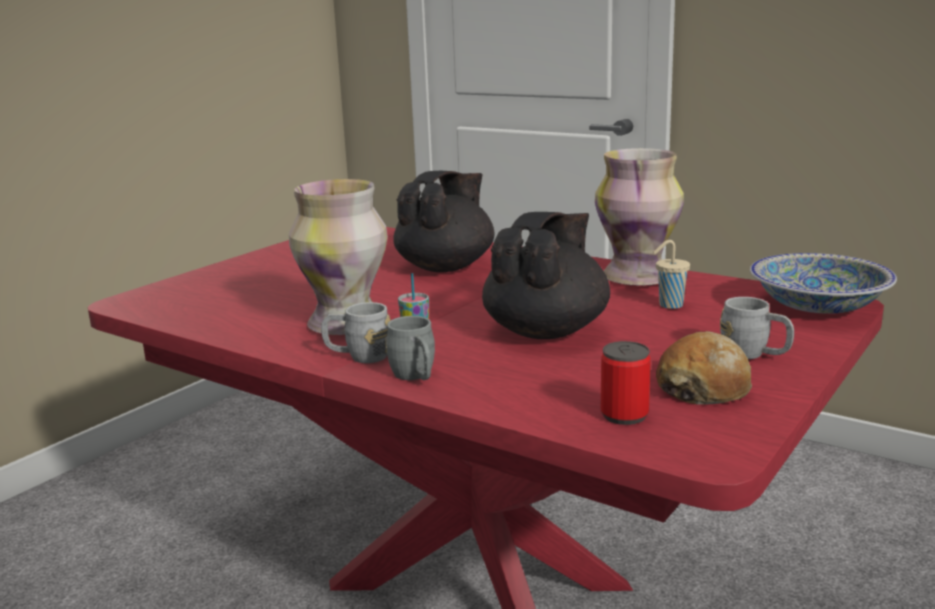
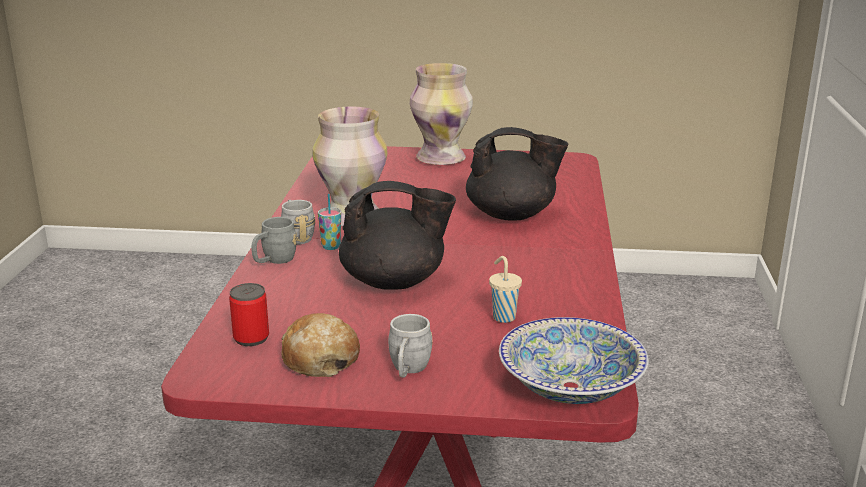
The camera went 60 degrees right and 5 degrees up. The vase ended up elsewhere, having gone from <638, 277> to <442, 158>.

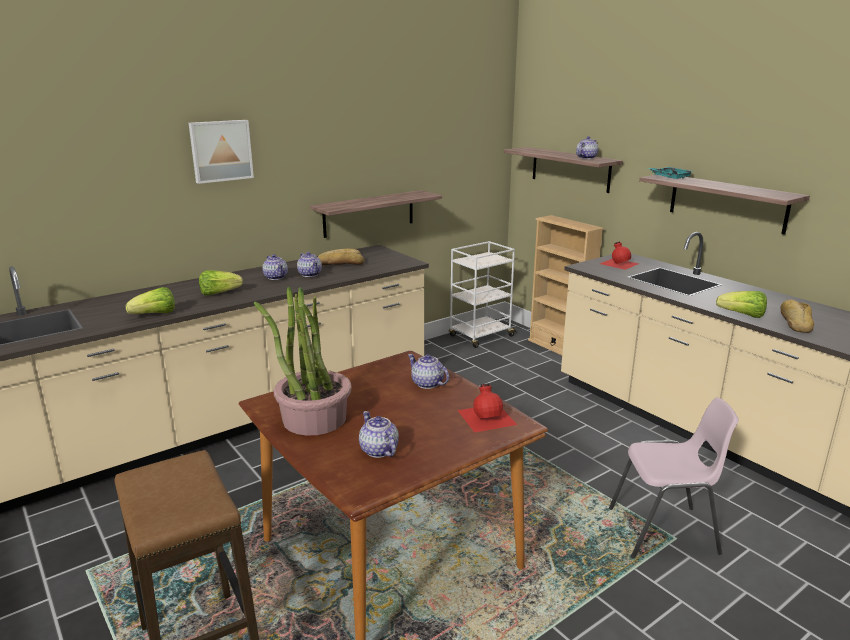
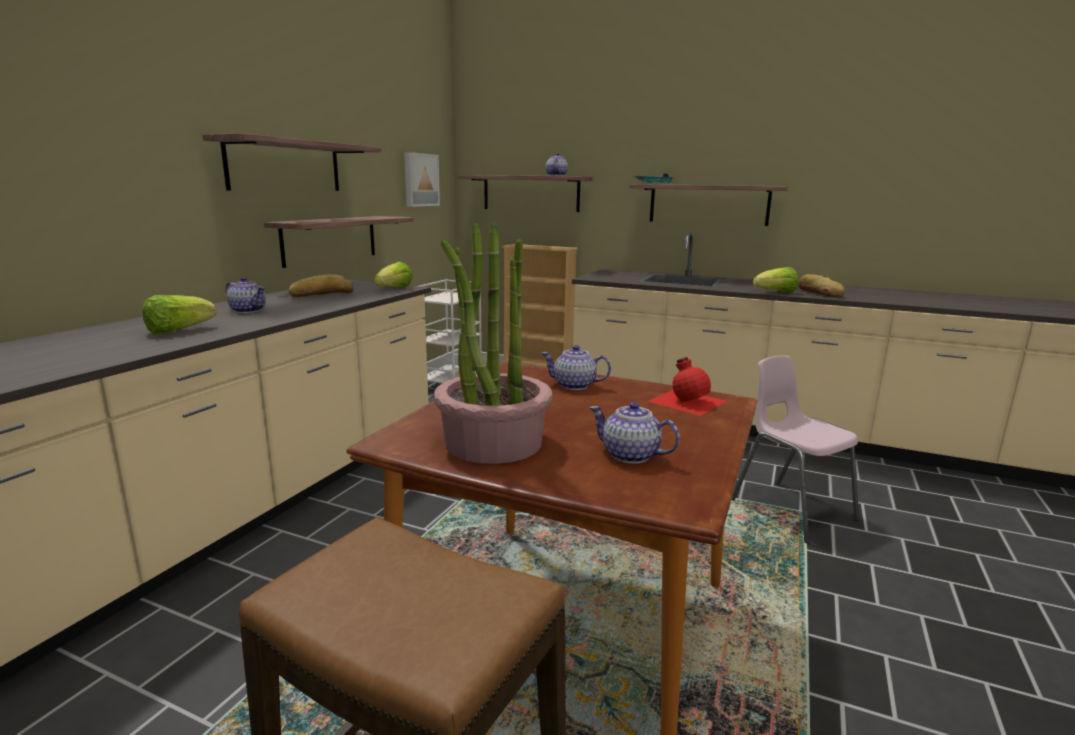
The camera went 30 degrees left and 5 degrees down. The second view gained the shelf at <285, 166>. The lettuce ended up elsewhere, having gone from <155, 315> to <394, 289>. The picture ended up elsewhere, having gone from <220, 150> to <420, 180>. The pink chair at <664, 531> ended up facing another way, 90 degrees counterclockwise from before. The second view lost the teapot at <310, 274>. The second view lost the red bottle at <619, 263>.

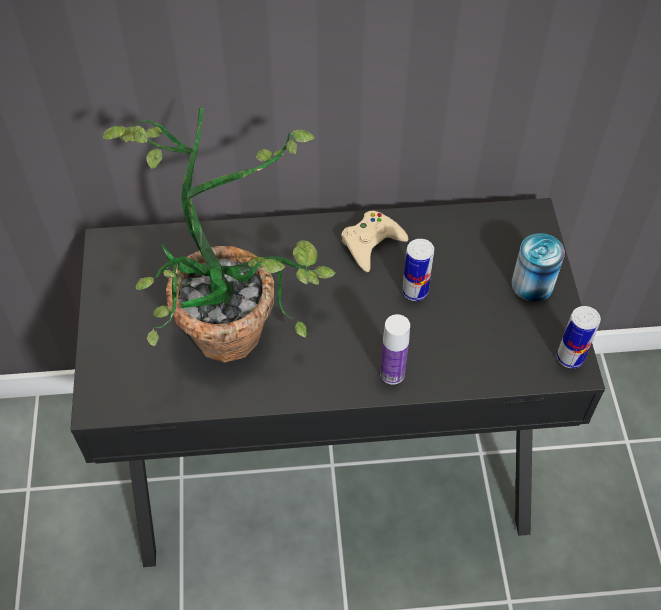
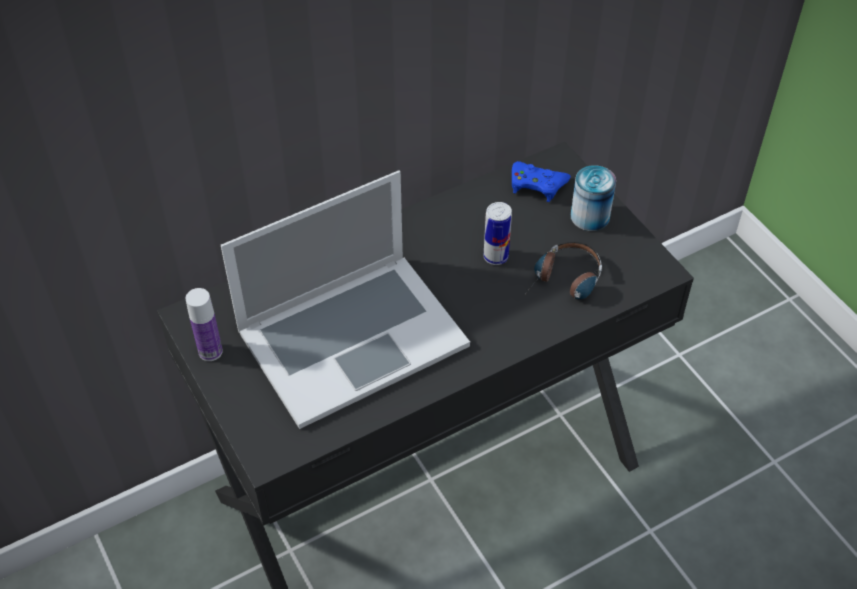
The camera went 25 degrees left and 5 degrees down. The bottle ended up elsewhere, having gone from <392, 373> to <210, 351>. Where the potted plant stood at <236, 319>, the laptop came to stand at <352, 336>. The second view gained the blue game controller at <537, 184>. The second view gained the headphones at <564, 283>. The second view lost the beige game controller at <371, 243>. The second view lost the can at <570, 357>.

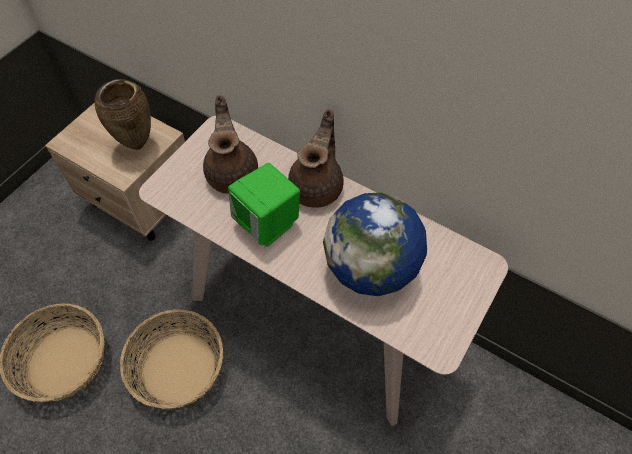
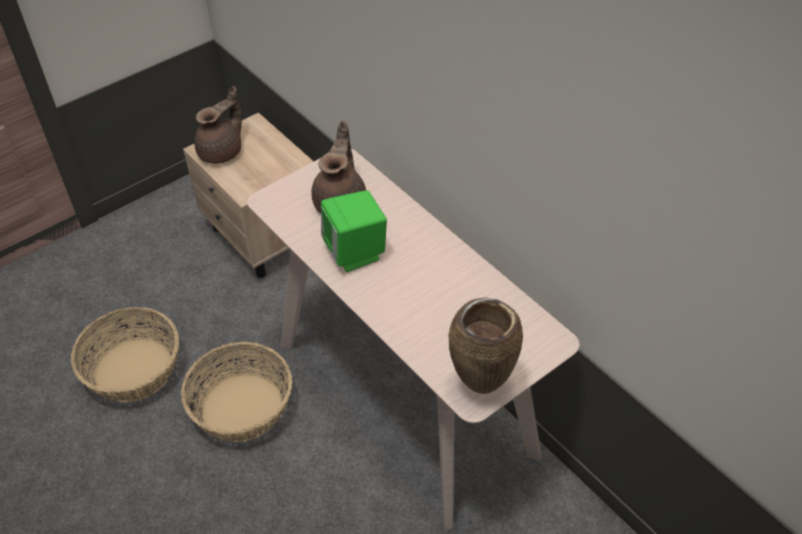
The camera went 20 degrees right and 10 degrees down. The brown teapot ended up elsewhere, having gone from <317, 187> to <222, 152>. The brown vase ended up elsewhere, having gone from <137, 144> to <482, 384>. The second view lost the globe at <370, 268>.

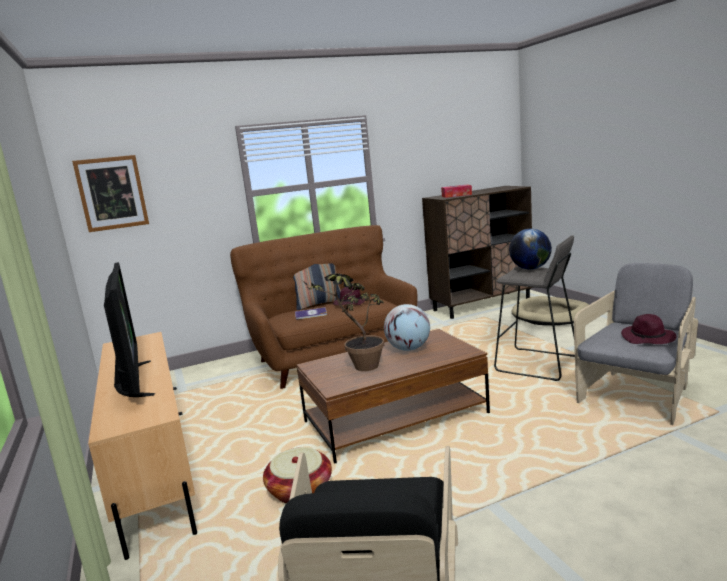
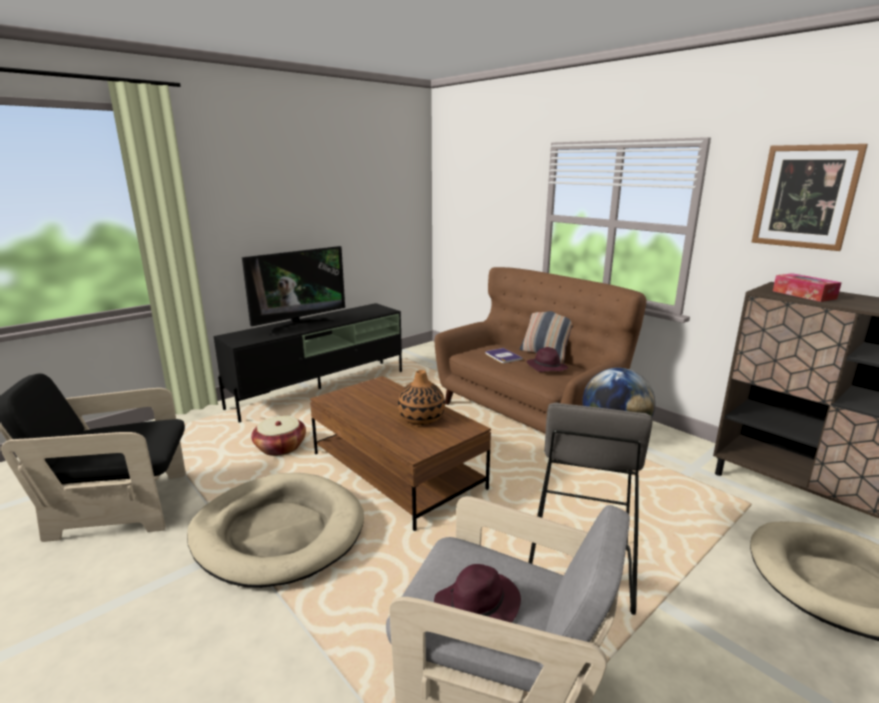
The camera went 70 degrees right and 5 degrees up. The second view gained the beige dog bed at <278, 532>. What was the beige tv stand at <155, 465> turned into the black tv stand at <321, 389>. Where the globe stood at <408, 349>, the vase came to stand at <421, 418>. The picture ended up elsewhere, having gone from <112, 193> to <805, 197>. The second view lost the potted plant at <357, 367>.

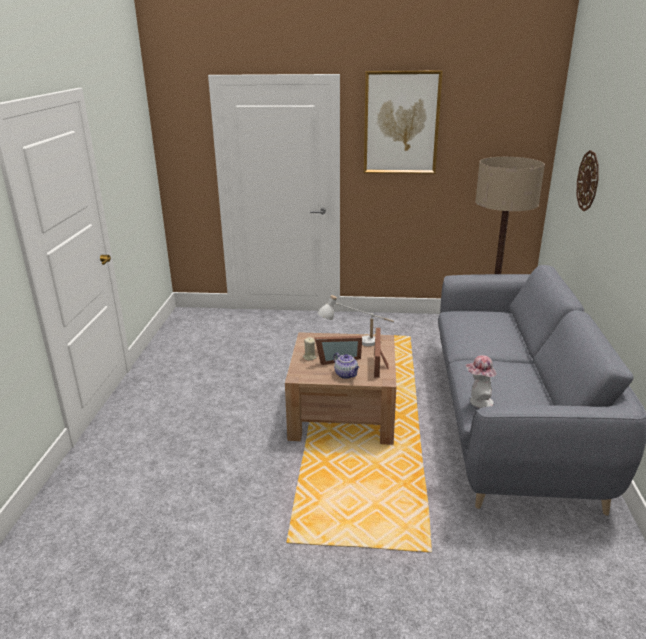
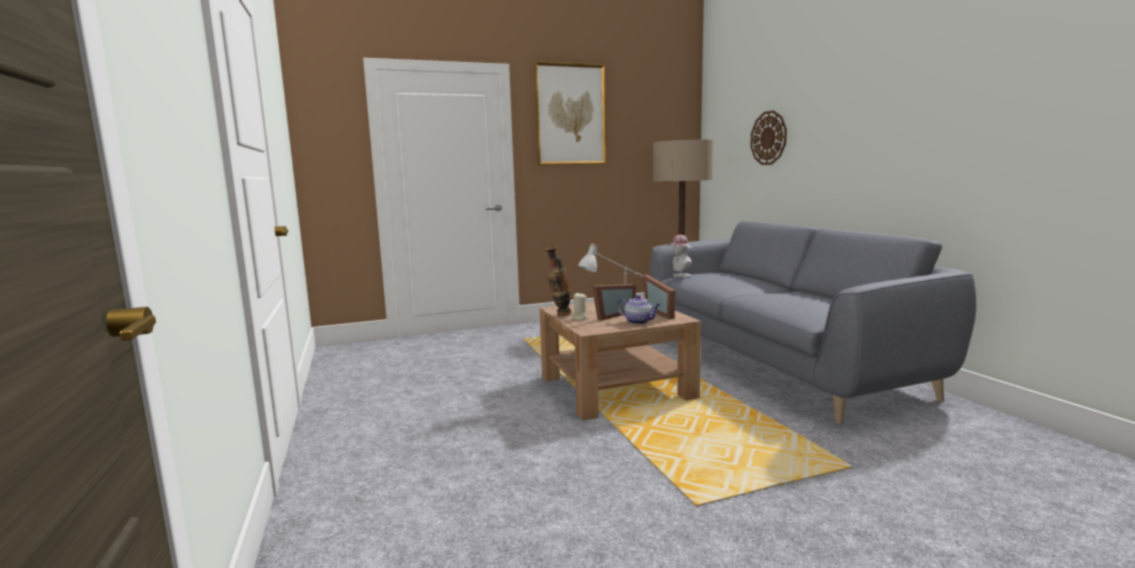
The camera went 25 degrees left and 15 degrees down. The second view gained the vase at <559, 315>. The hat ended up elsewhere, having gone from <478, 402> to <679, 275>.

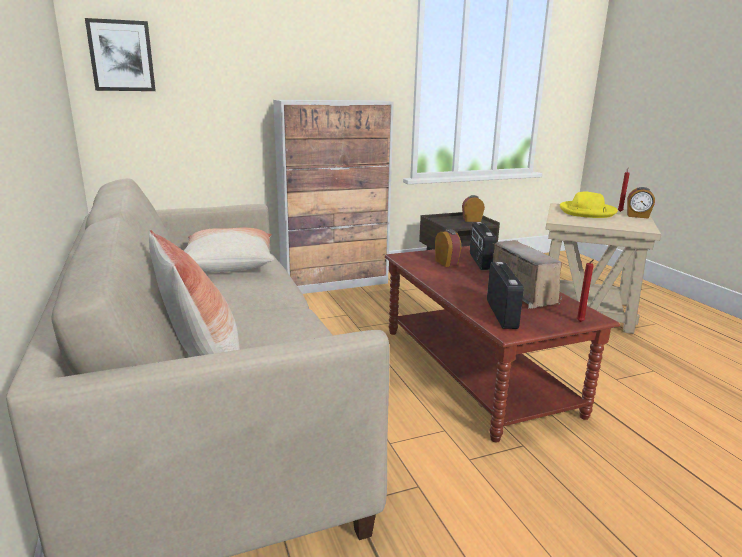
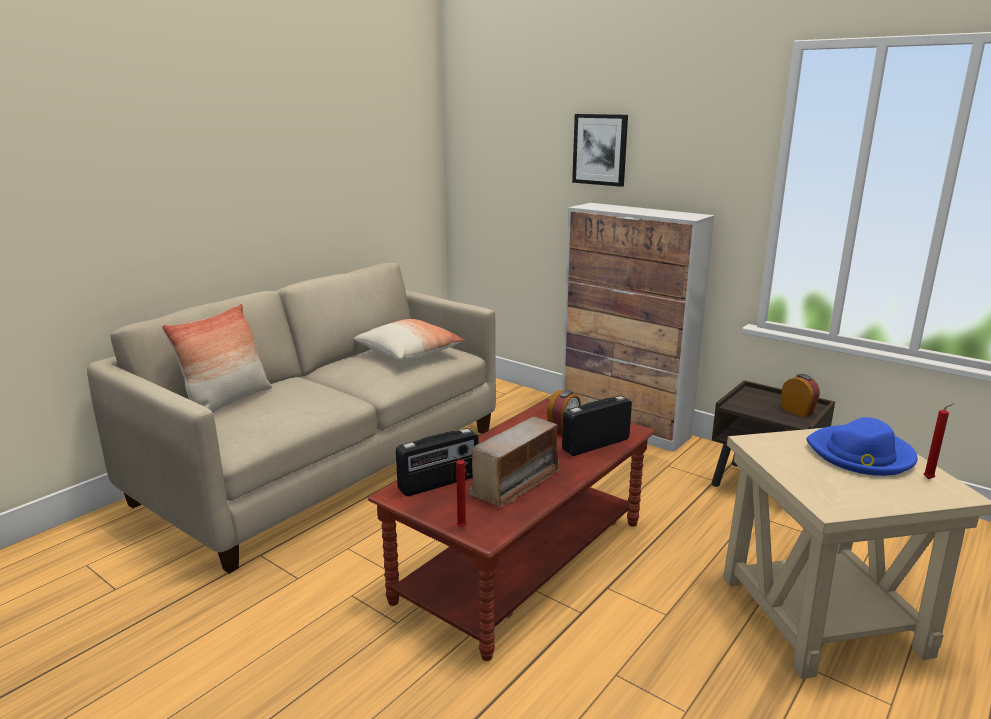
The camera went 60 degrees right and 0 degrees up. The picture ended up elsewhere, having gone from <121, 56> to <600, 149>. What was the yellow hat at <587, 212> turned into the blue hat at <861, 455>. The second view lost the alarm clock at <637, 216>.

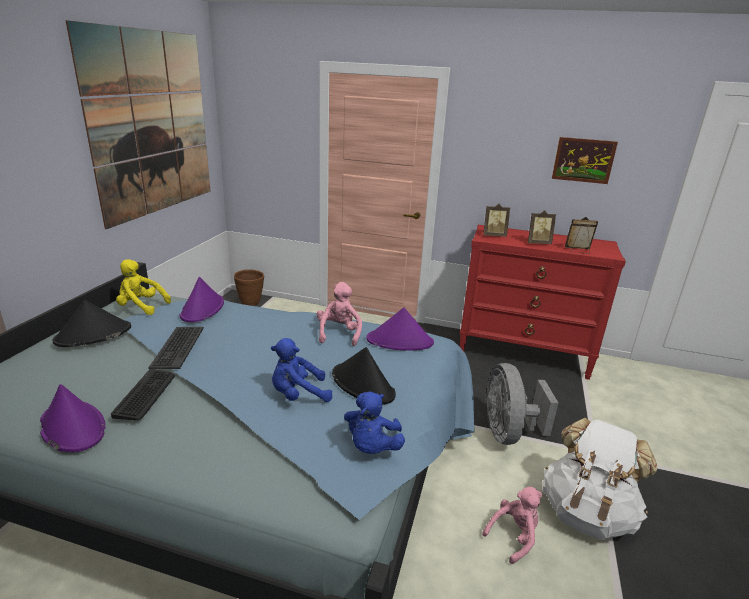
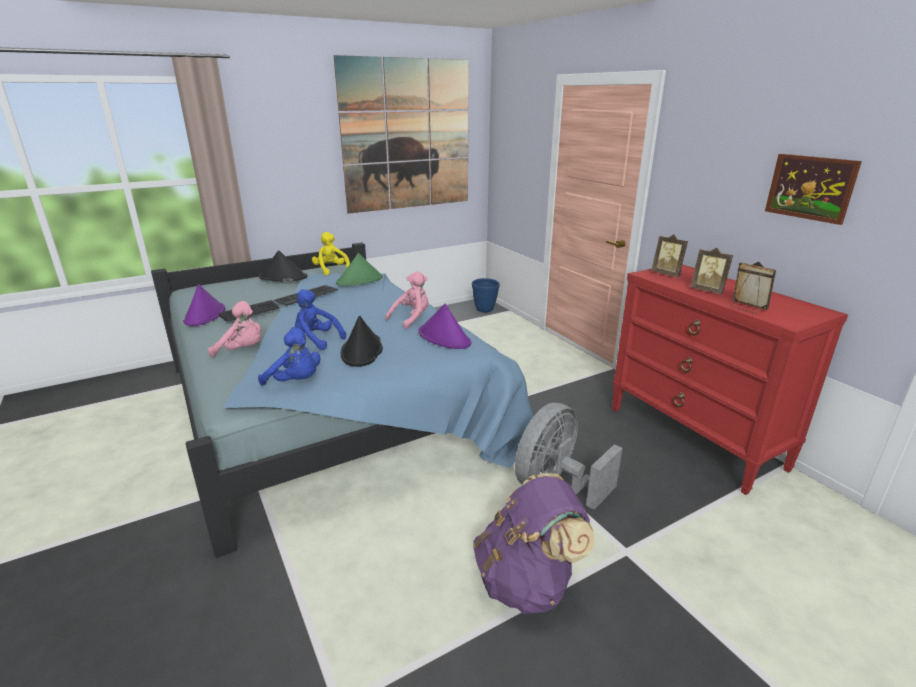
The camera went 45 degrees right and 0 degrees up. The pink plush toy ended up elsewhere, having gone from <513, 536> to <242, 350>. The blue plush toy at <372, 447> ended up facing another way, 120 degrees counterclockwise from before. What was the purple hat at <202, 309> turned into the green hat at <360, 280>. What was the brown planter at <250, 303> turned into the blue planter at <485, 310>. What was the white backpack at <587, 512> turned into the purple backpack at <527, 581>.

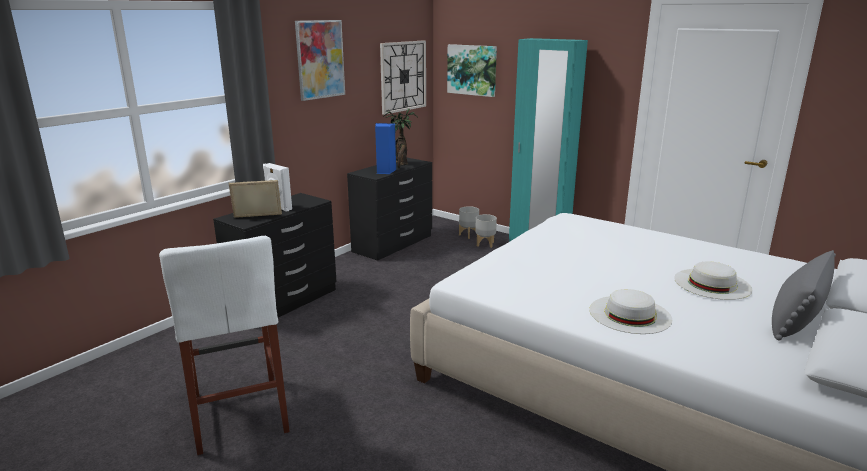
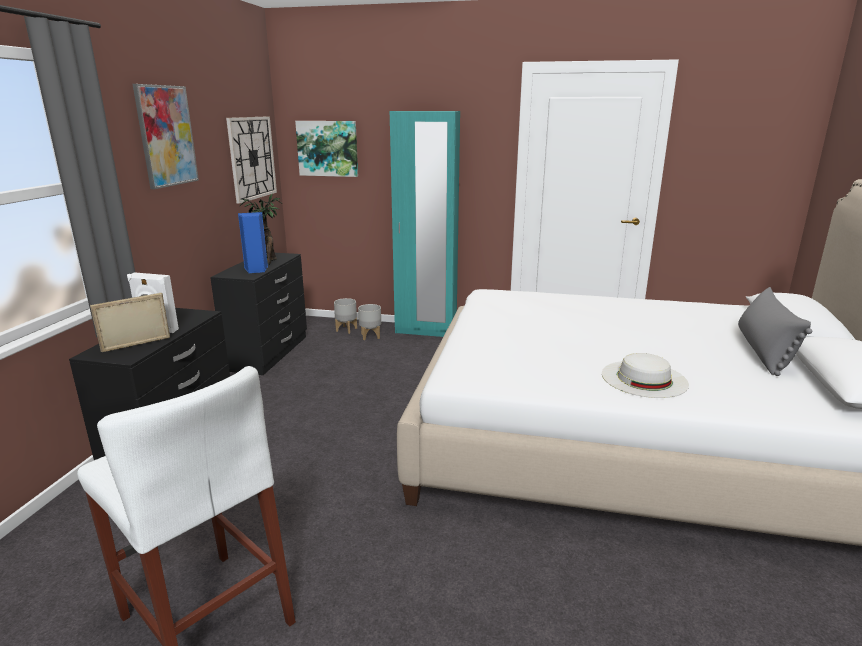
The camera went 25 degrees left and 0 degrees up. The second view lost the white hat at <712, 283>.

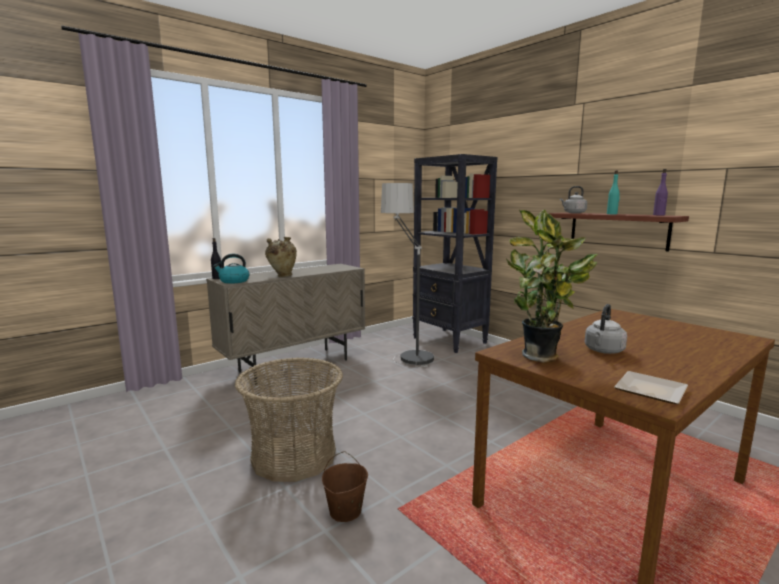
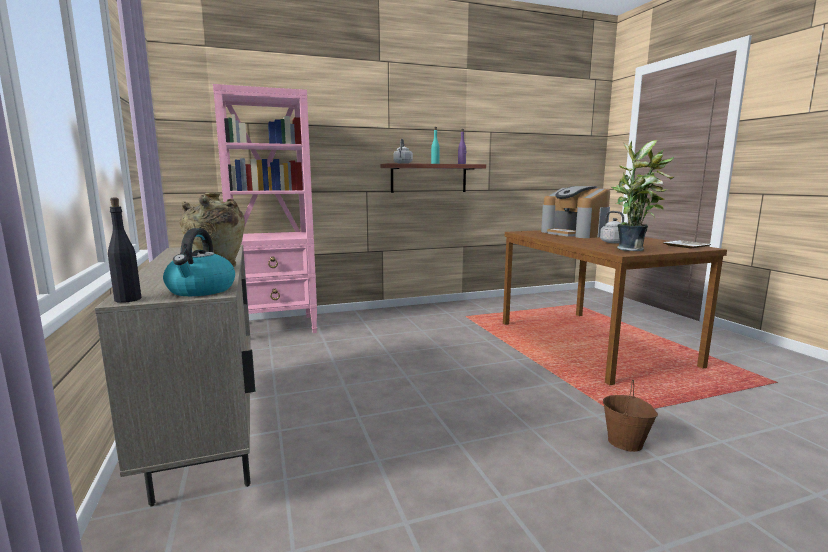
The camera went 70 degrees left and 0 degrees up. What was the black bookcase at <450, 340> turned into the pink bookcase at <277, 328>. The second view gained the coffee machine at <575, 233>. The second view lost the basket at <294, 456>. The second view lost the floor lamp at <405, 351>.

